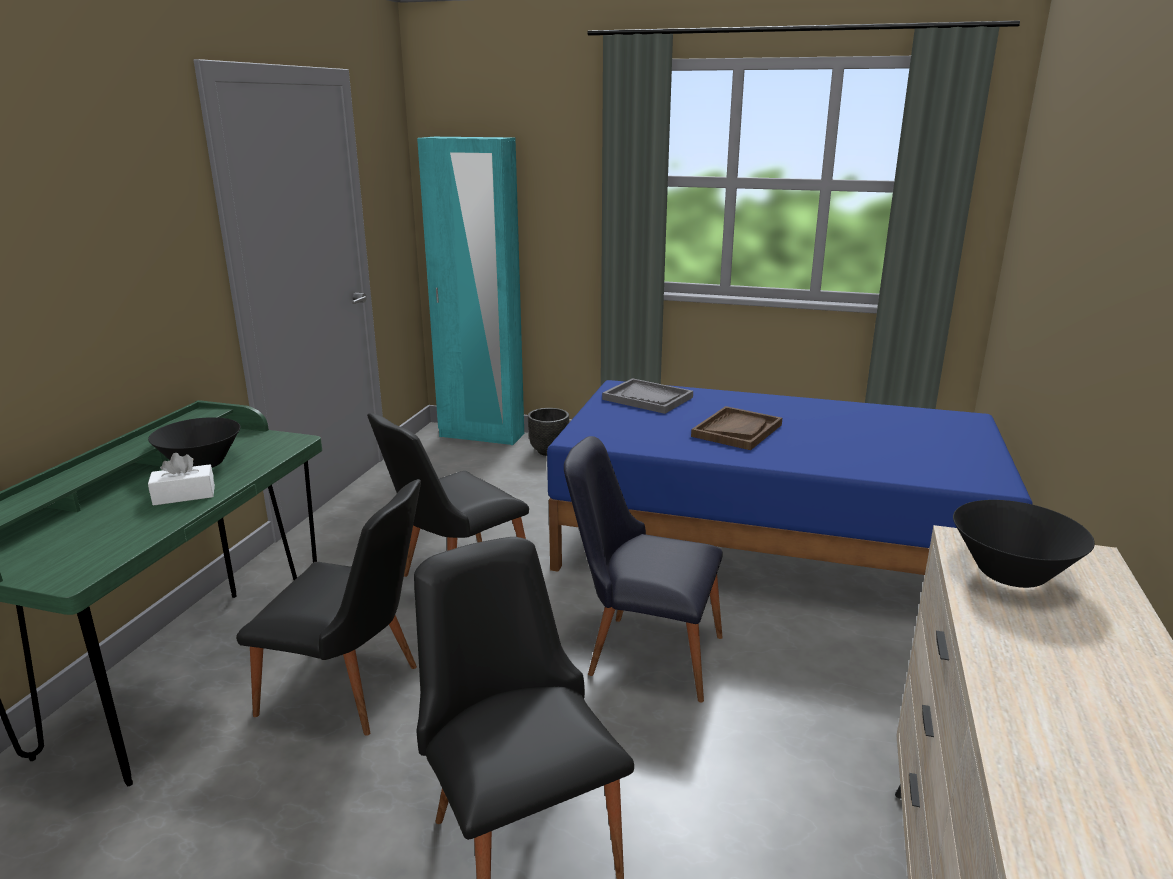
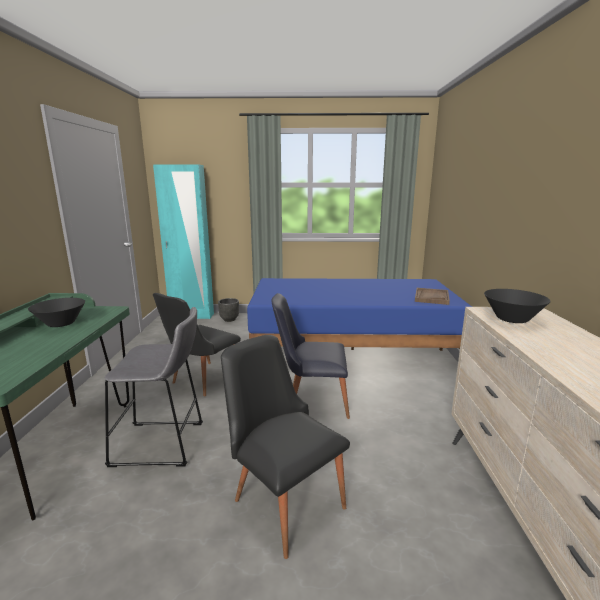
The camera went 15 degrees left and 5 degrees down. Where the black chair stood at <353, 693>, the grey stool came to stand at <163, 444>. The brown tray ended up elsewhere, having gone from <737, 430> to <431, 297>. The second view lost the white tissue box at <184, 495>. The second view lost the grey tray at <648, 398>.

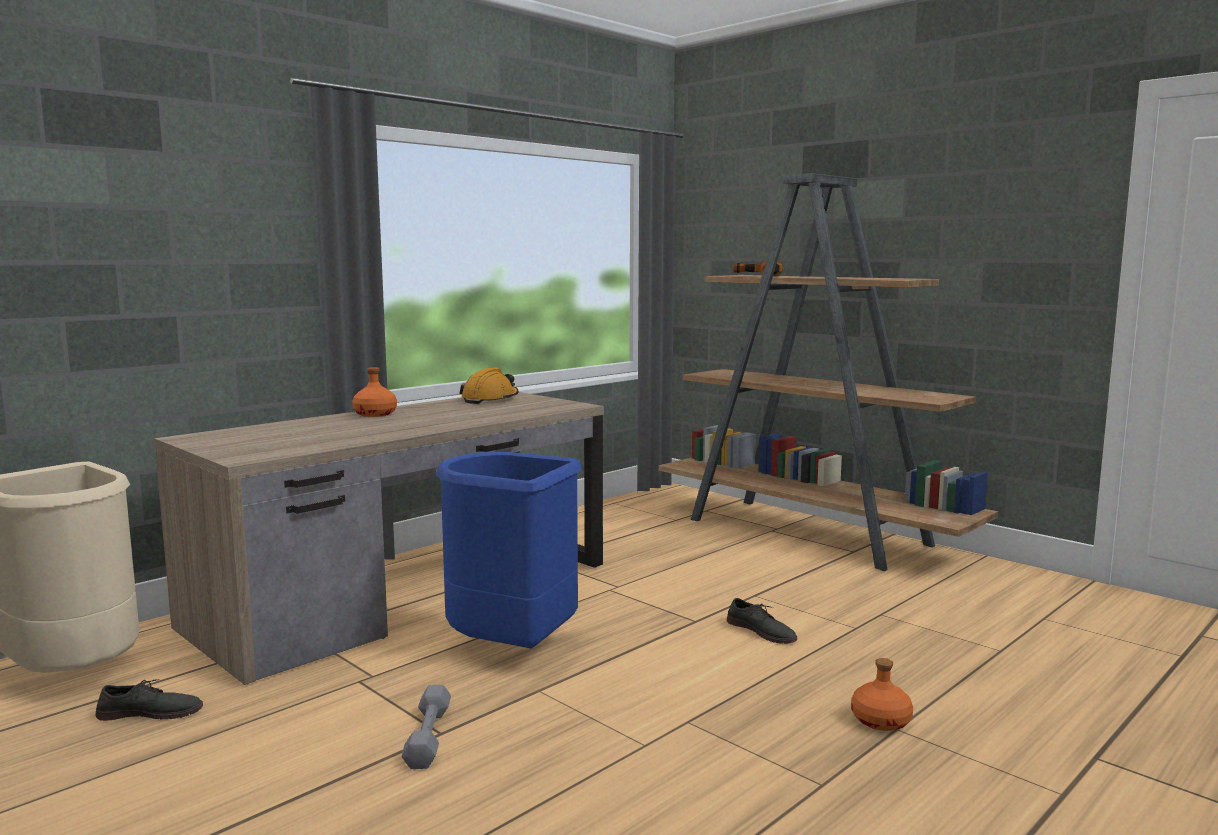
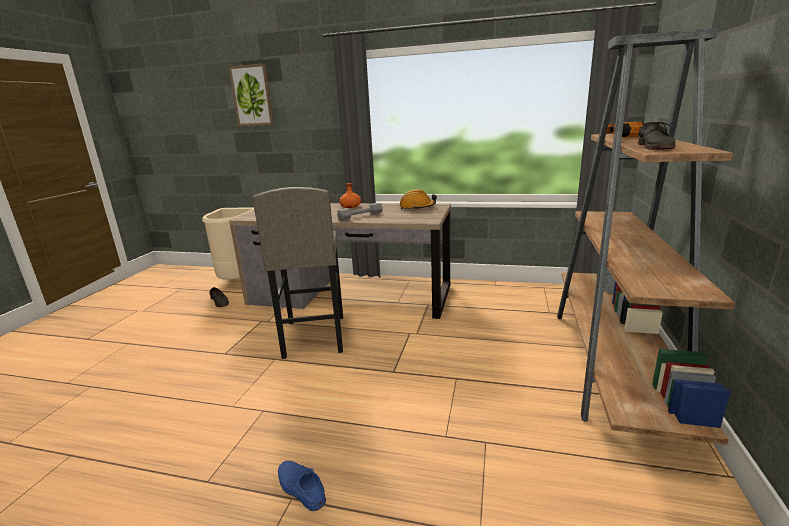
The camera went 60 degrees right and 10 degrees up. The second view gained the picture at <252, 95>. Where the blue trash can stood at <510, 649>, the grey stool came to stand at <313, 336>. Where the orange bottle stood at <881, 721>, the blue shoe came to stand at <300, 487>. The grey dumbbell ended up elsewhere, having gone from <428, 736> to <360, 216>. The grey shoe ended up elsewhere, having gone from <761, 631> to <655, 147>.

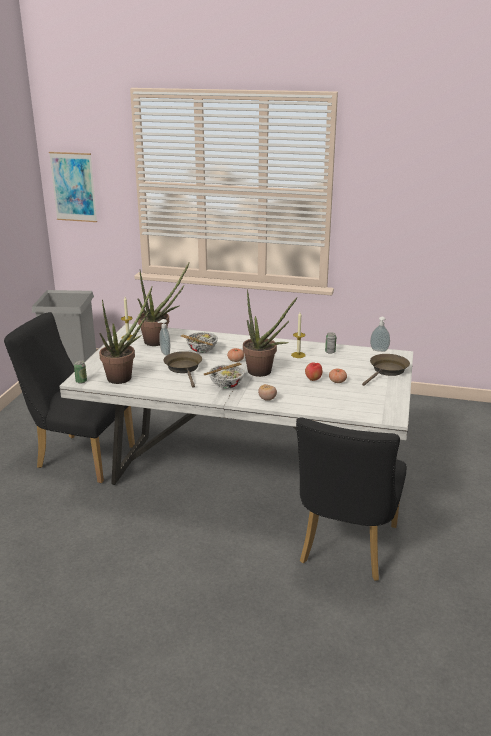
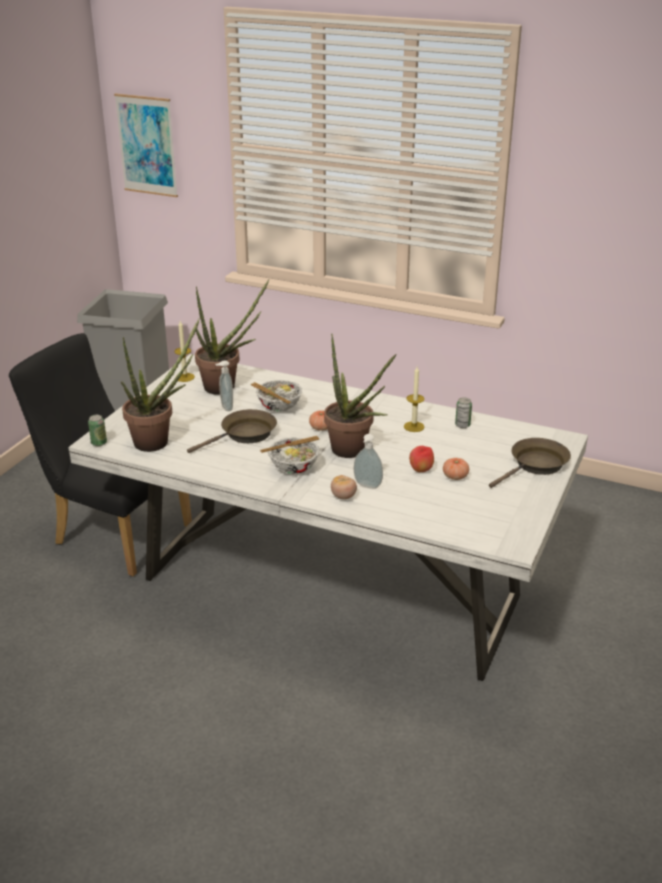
The camera went 10 degrees right and 5 degrees up. The brown frying pan at <184, 368> ended up facing another way, 60 degrees clockwise from before. The soap dispenser ended up elsewhere, having gone from <379, 351> to <367, 486>. The second view lost the black chair at <345, 549>.

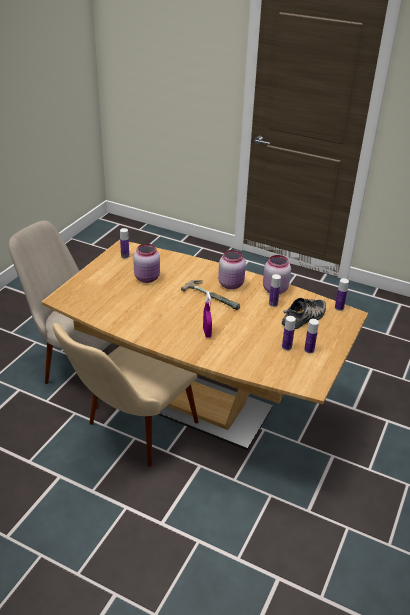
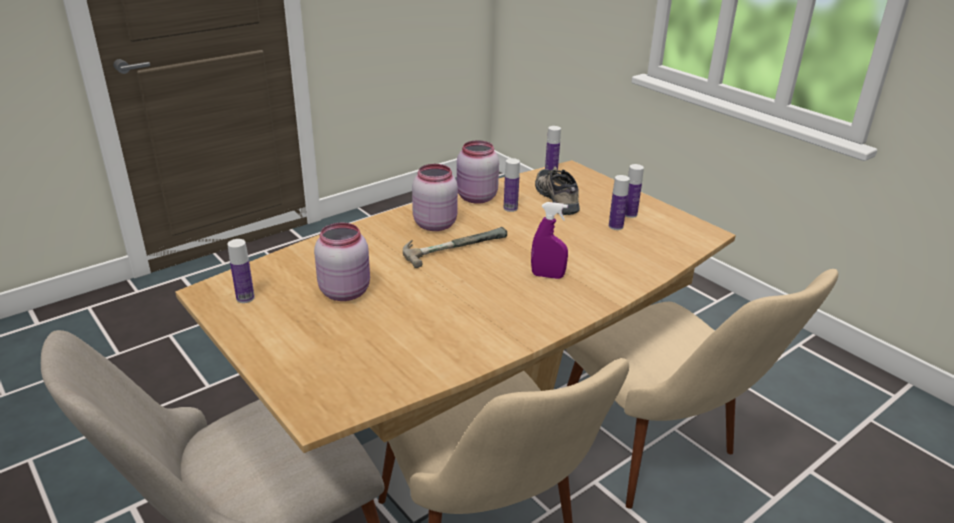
The camera went 65 degrees left and 5 degrees down. The second view gained the beige chair at <662, 460>.

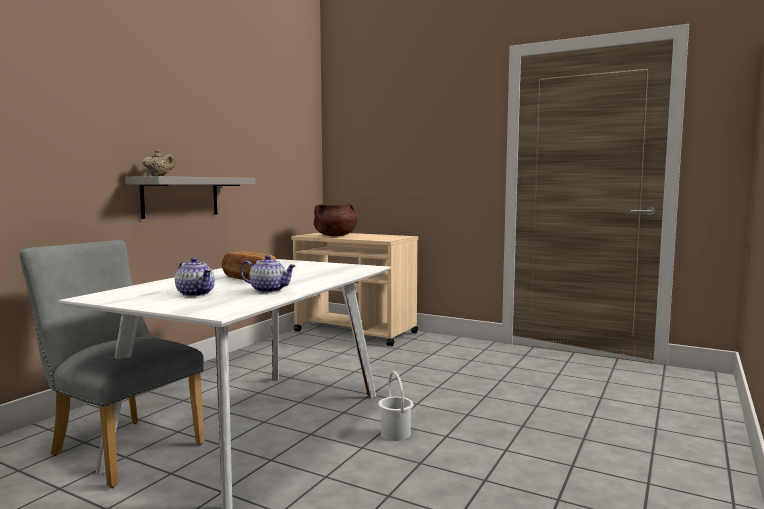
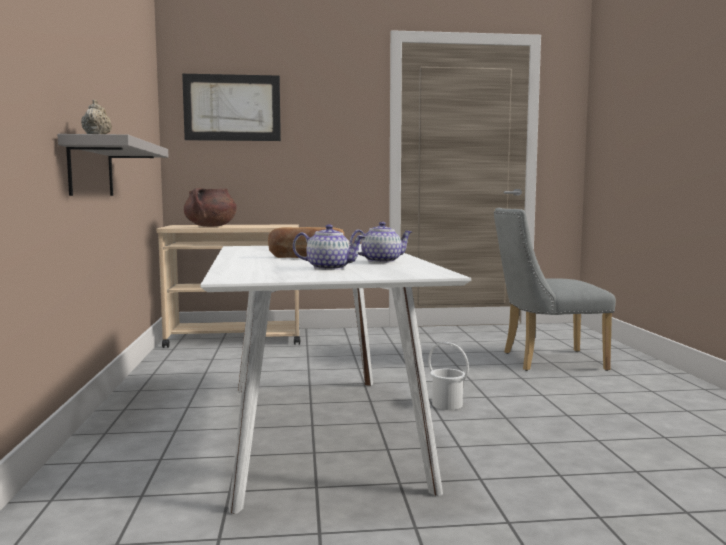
The camera went 35 degrees left and 0 degrees up. The second view gained the picture at <232, 108>. The grey chair ended up elsewhere, having gone from <120, 447> to <545, 361>.

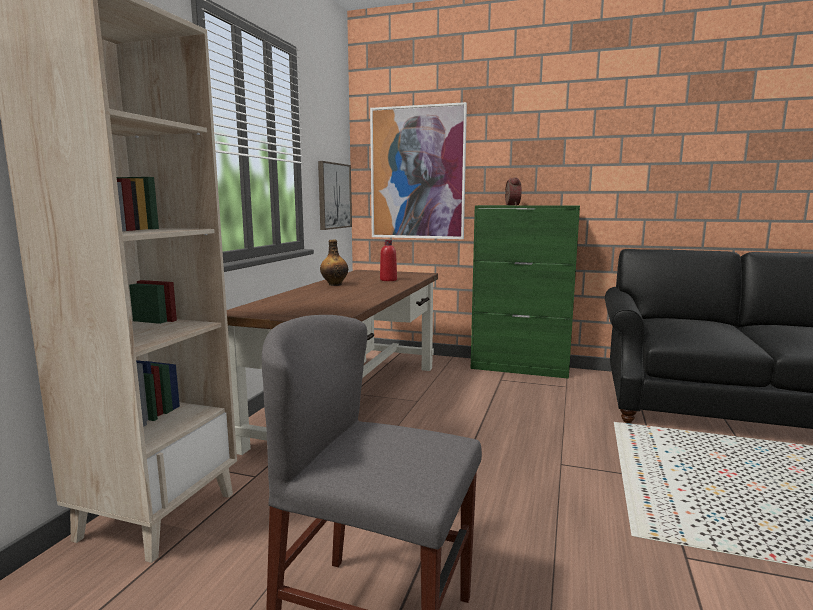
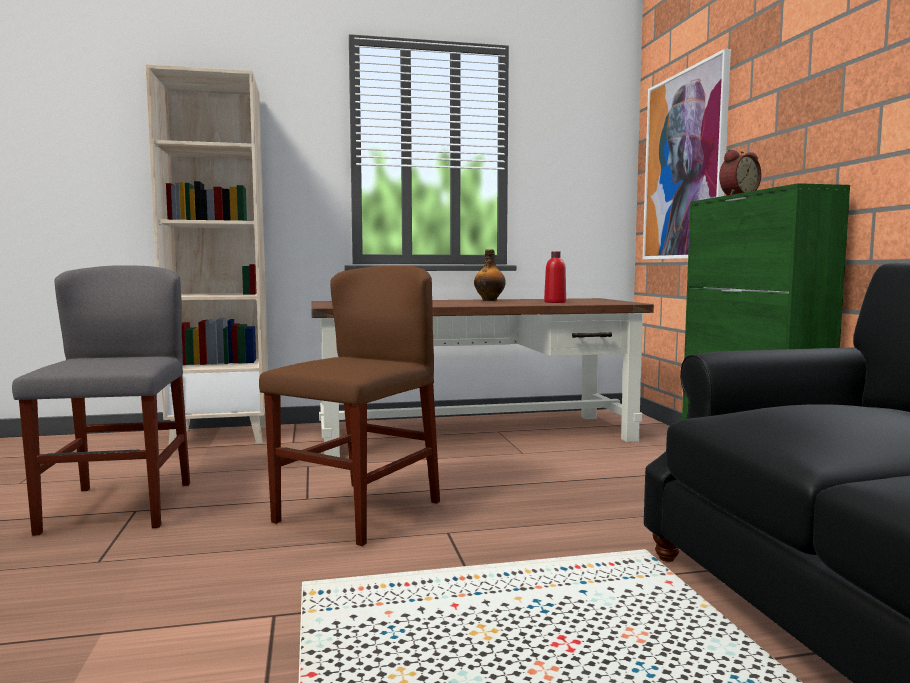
The camera went 60 degrees right and 5 degrees down. The second view gained the brown chair at <358, 512>. The second view lost the picture at <334, 196>.

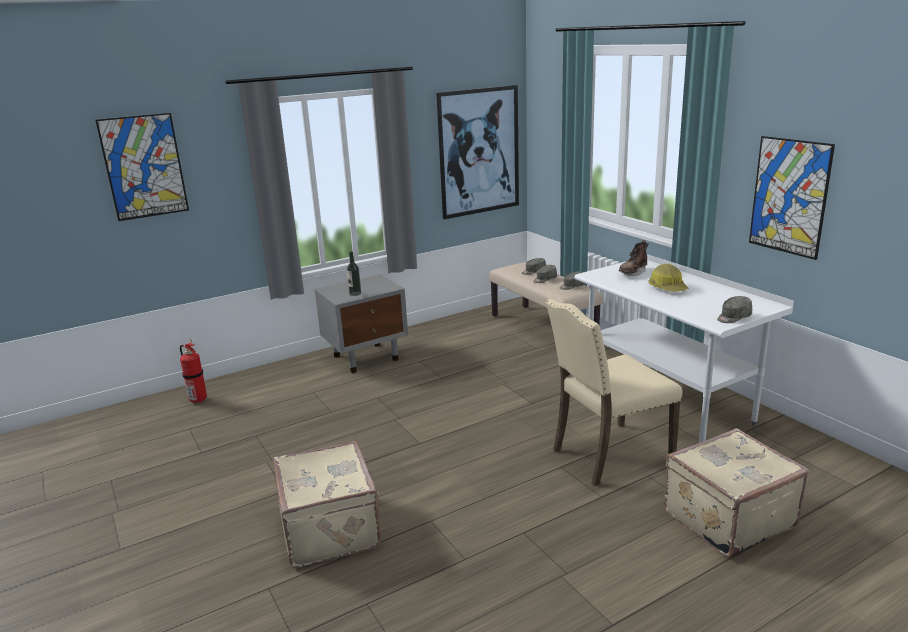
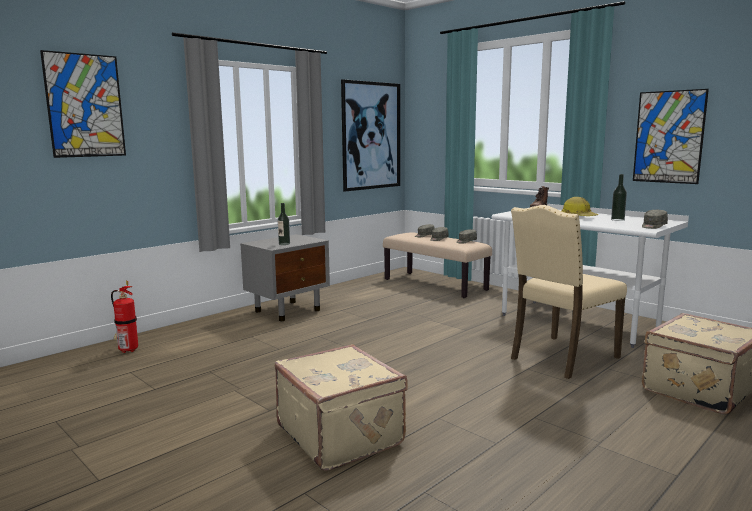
The camera went 15 degrees left and 10 degrees down. The second view gained the bottle at <617, 220>.

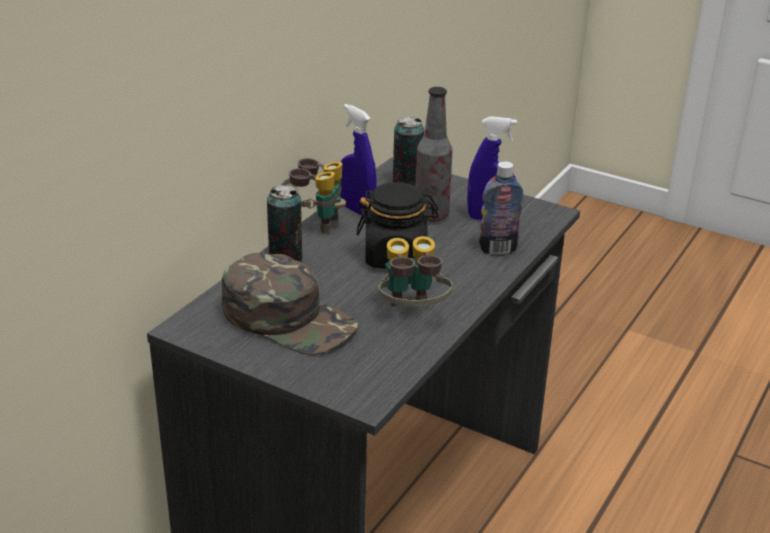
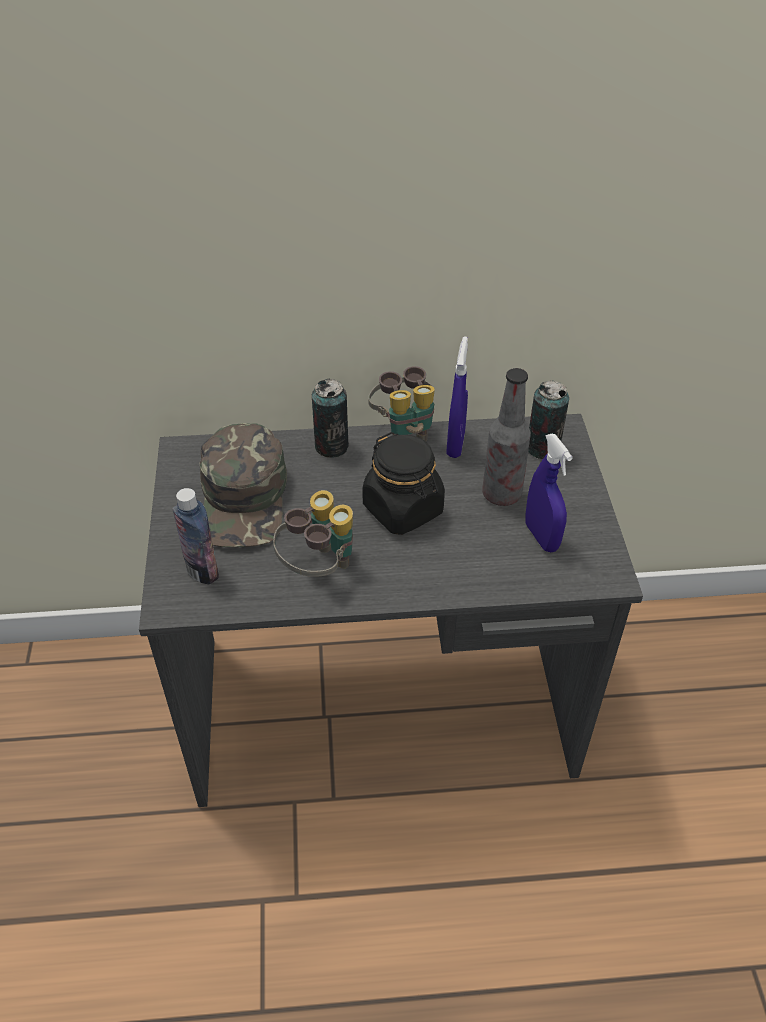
The camera went 55 degrees right and 15 degrees up. The bottle ended up elsewhere, having gone from <498, 249> to <202, 571>.

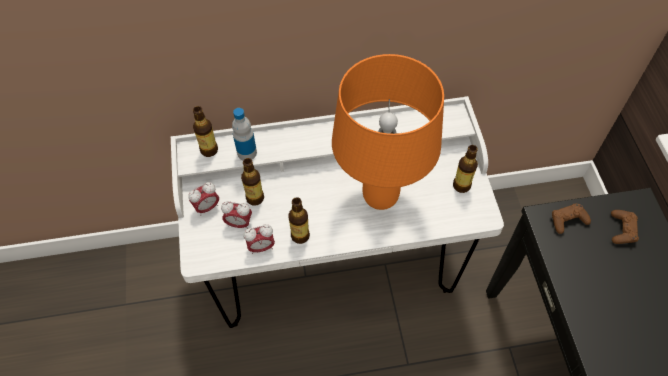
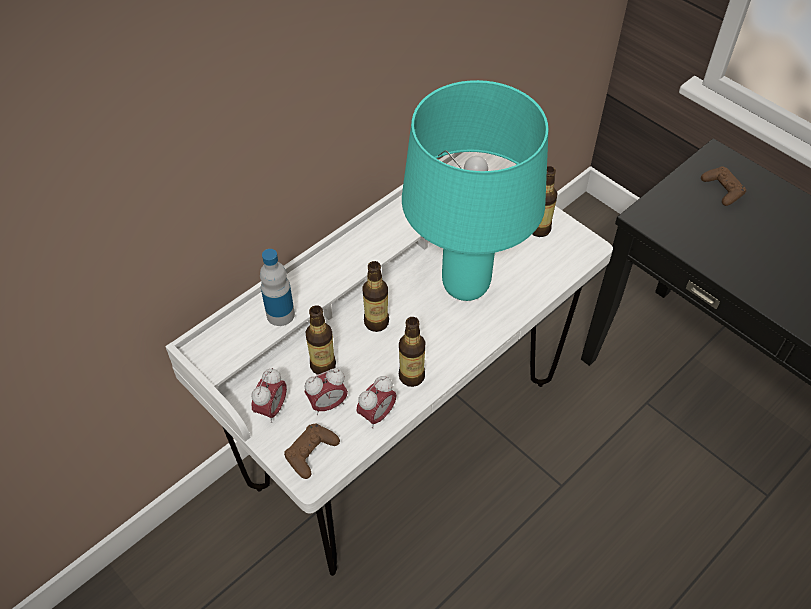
The camera went 35 degrees left and 5 degrees down. The brown game controller ended up elsewhere, having gone from <568, 220> to <311, 453>. The bottle ended up elsewhere, having gone from <209, 150> to <376, 322>. What was the orange table lamp at <380, 196> turned into the turquoise table lamp at <465, 285>.

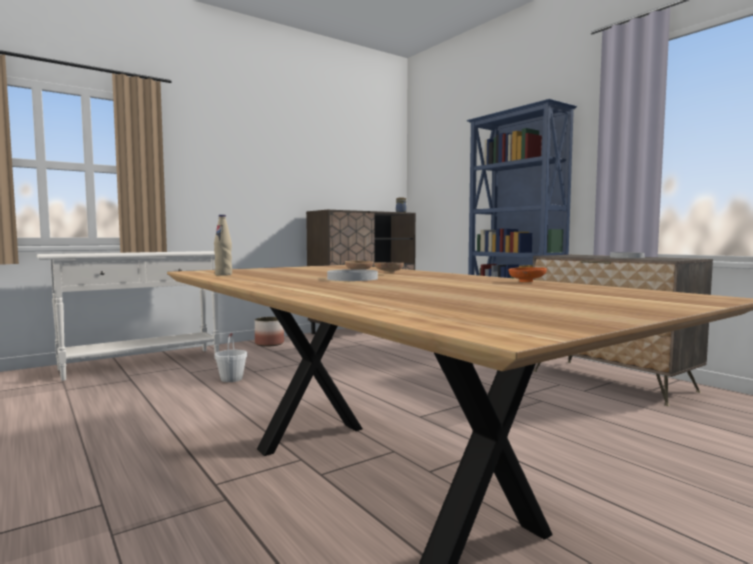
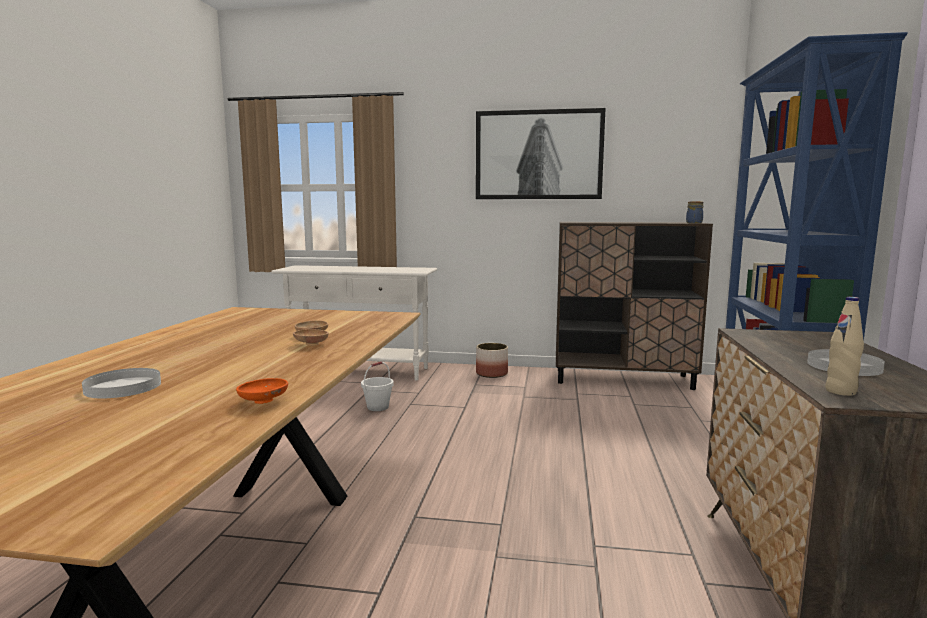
The camera went 45 degrees right and 5 degrees up. The white plate ended up elsewhere, having gone from <352, 278> to <122, 387>. The second view gained the picture at <538, 155>. The beige bottle ended up elsewhere, having gone from <223, 275> to <840, 391>.

